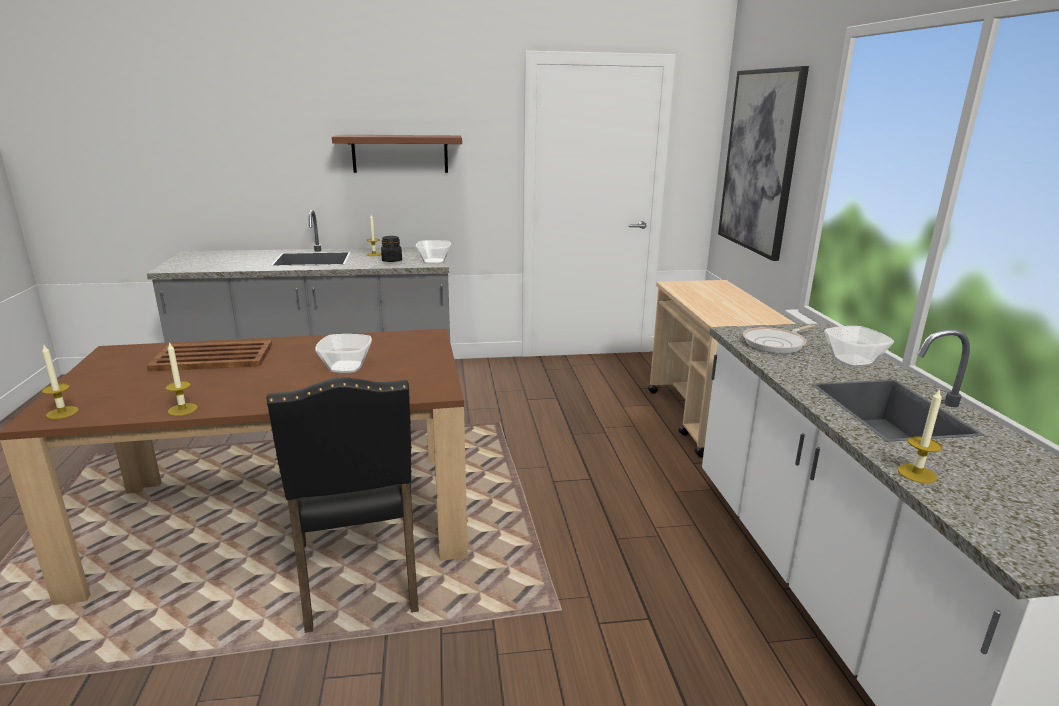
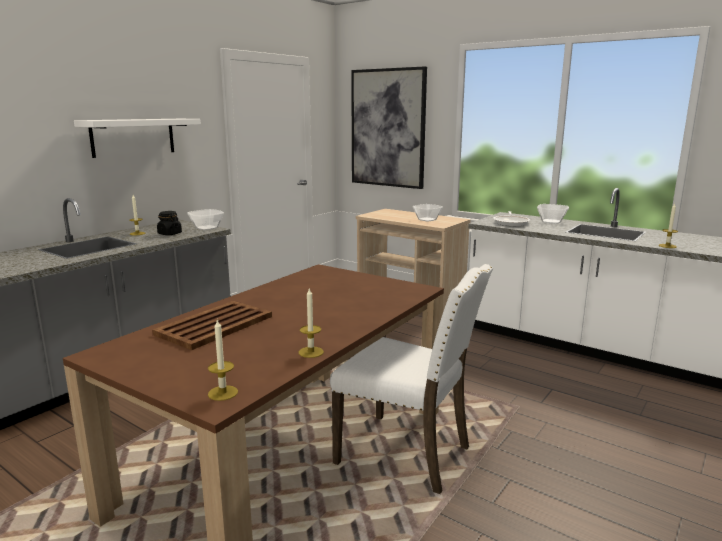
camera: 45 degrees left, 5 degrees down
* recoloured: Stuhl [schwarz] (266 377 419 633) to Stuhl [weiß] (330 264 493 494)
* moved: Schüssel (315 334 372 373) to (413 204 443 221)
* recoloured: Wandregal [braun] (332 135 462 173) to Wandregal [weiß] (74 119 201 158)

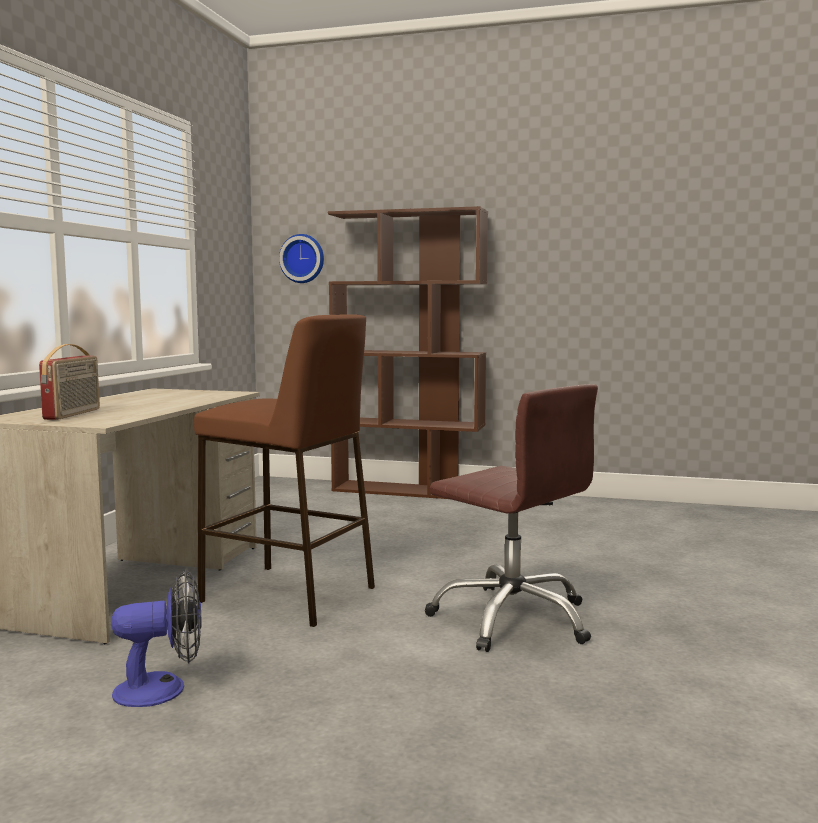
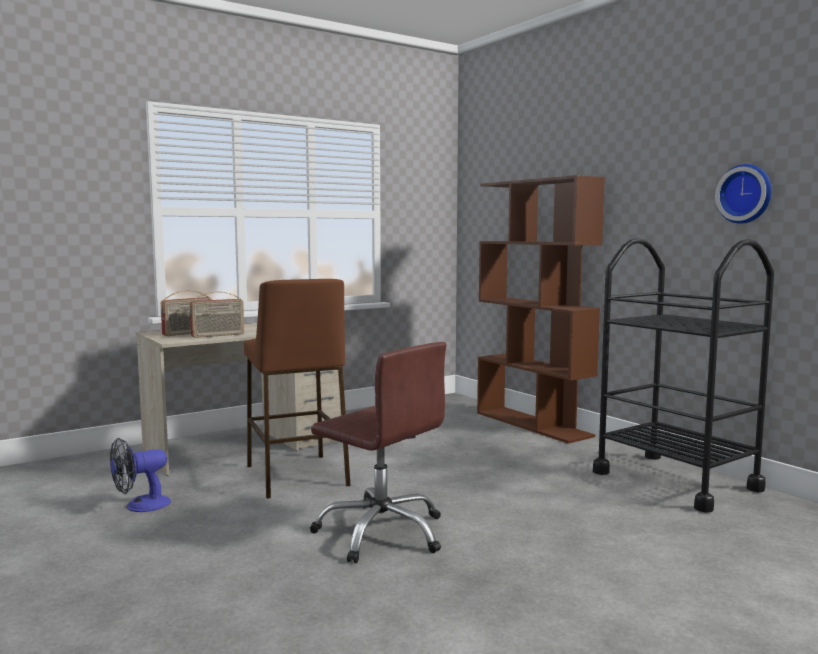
camera: 40 degrees right, 0 degrees up
* turned: Ventilator (111 570 202 707) = (110 438 171 512) 120 degrees clockwise
* moved: Wanduhr (279 234 324 283) to (715 164 772 224)
* turned: Bürostuhl [braun] (425 384 598 652) = (310 342 447 563) 45 degrees counterclockwise
* added: Radio (189 291 244 338)
* added: Rollwagen [schwarz] (593 238 774 513)

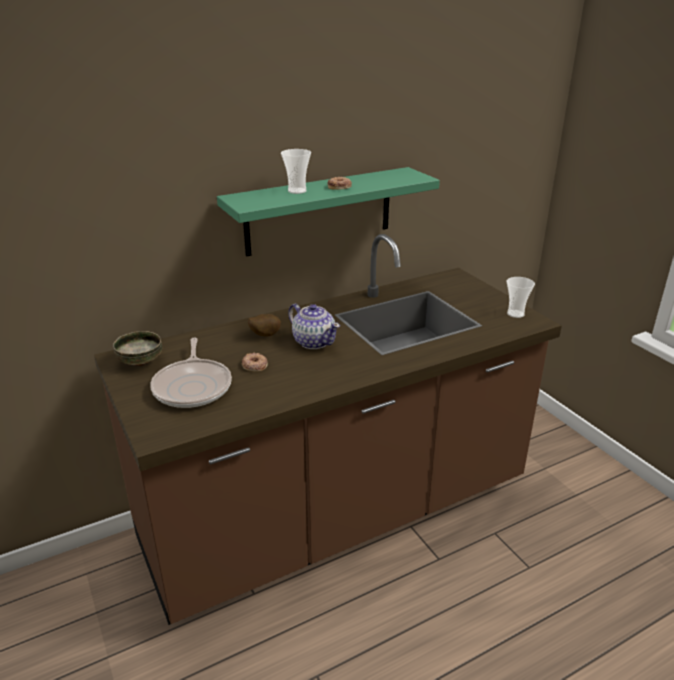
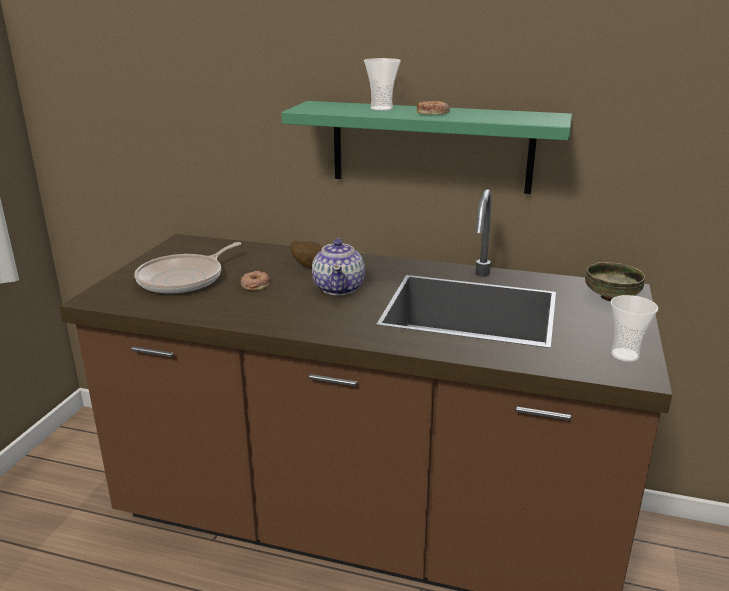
camera: 45 degrees right, 5 degrees down
* moved: Schüssel (113 331 162 366) to (585 262 645 301)

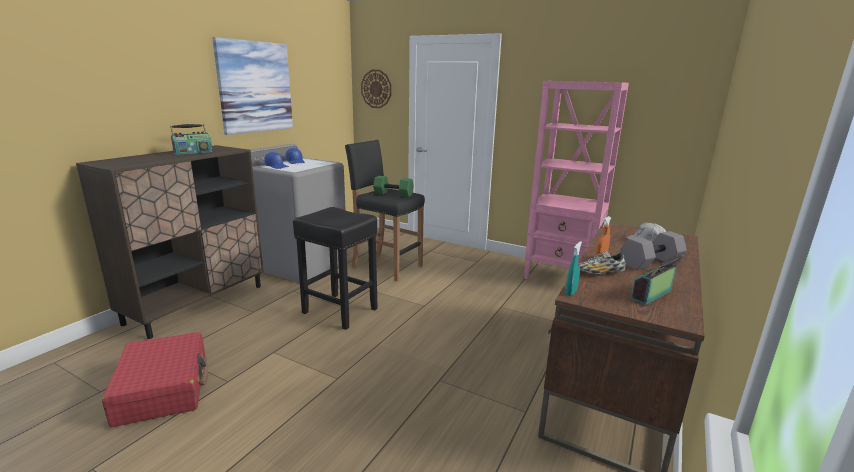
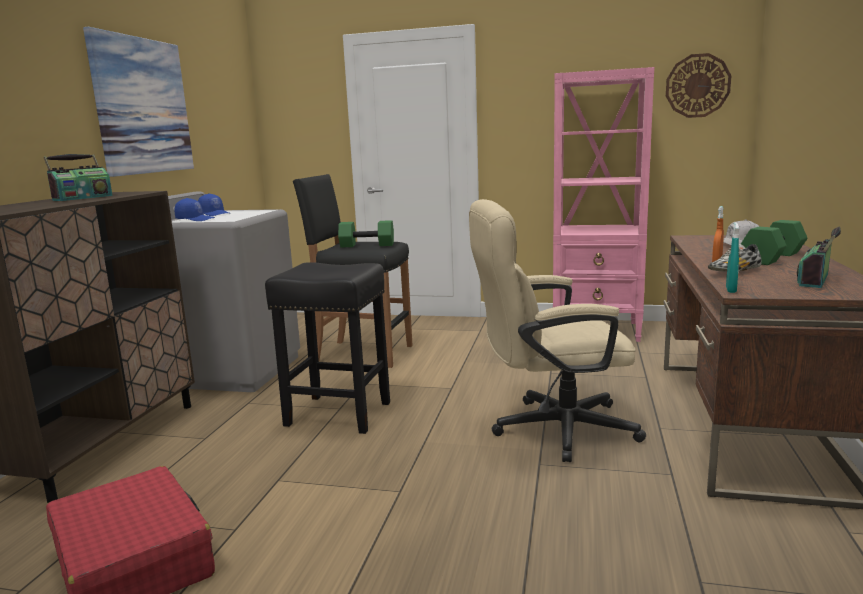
camera: 15 degrees left, 5 degrees down
* moved: Wanduhr (361 70 392 108) to (666 53 732 118)
* recoloured: Hantel [grau] (620 231 687 270) to Hantel [grün] (741 220 807 265)
* added: Bürostuhl [beige] (469 199 646 462)

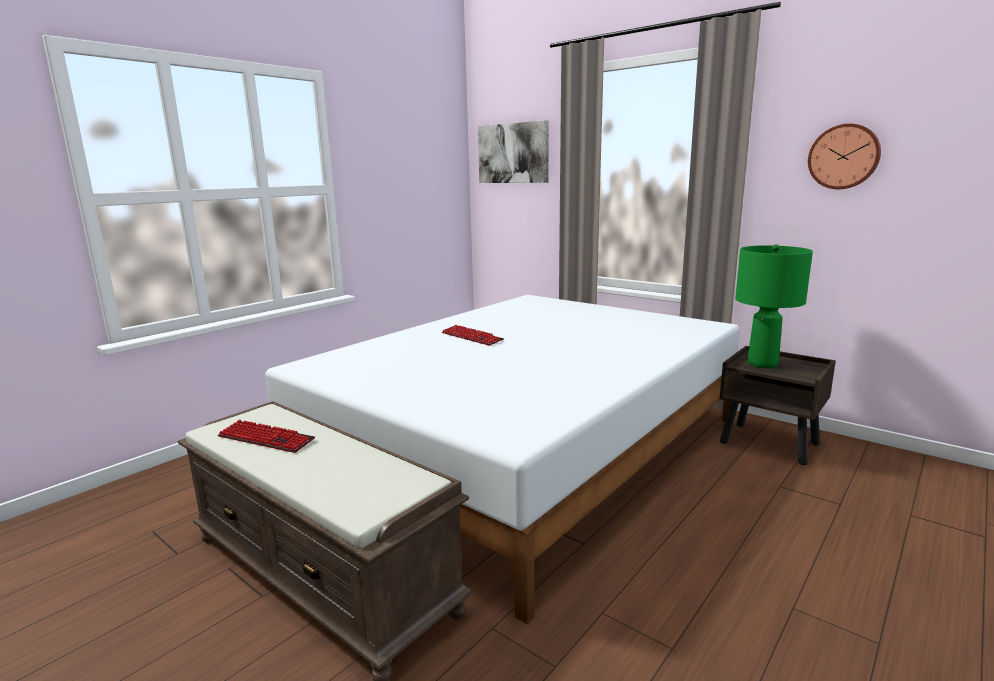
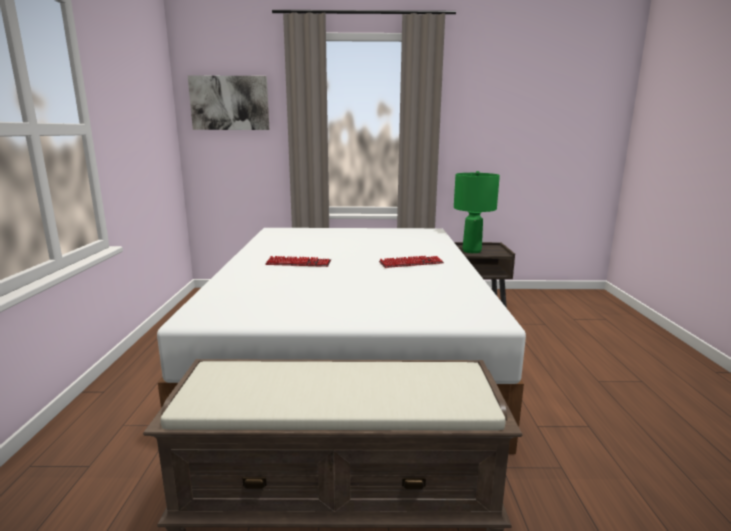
camera: 40 degrees left, 0 degrees up
* moved: Tastatur (218 420 315 453) to (379 256 444 268)
* removed: Wanduhr (808 123 881 189)

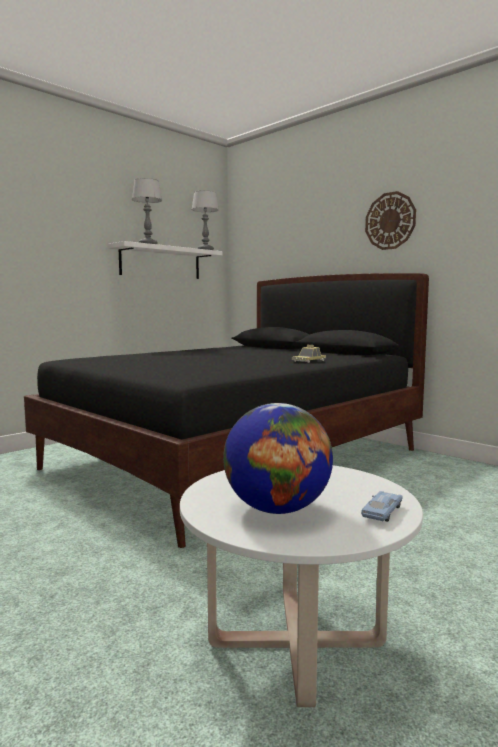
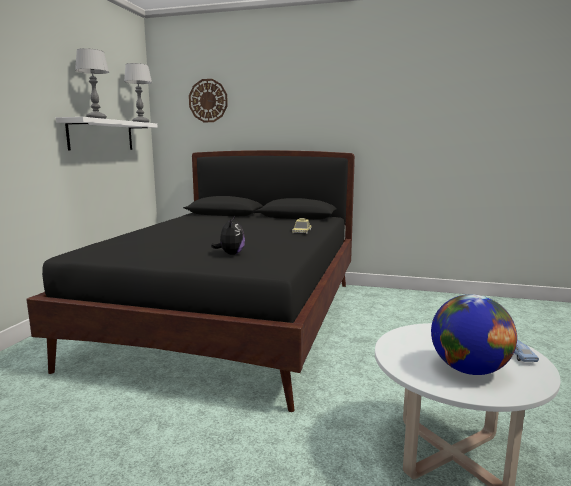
camera: 30 degrees left, 5 degrees up
* moved: Wanduhr (365 191 416 250) to (189 79 228 122)
* added: Plüschtier (211 216 245 255)

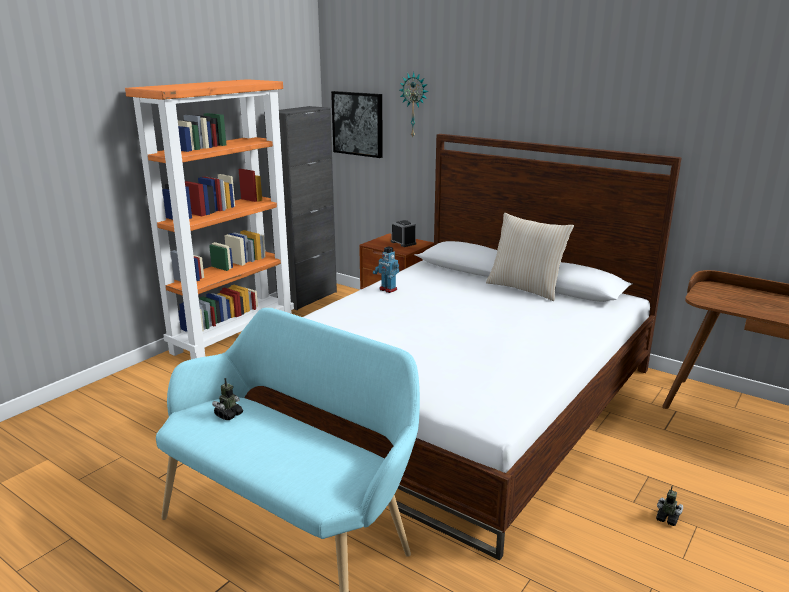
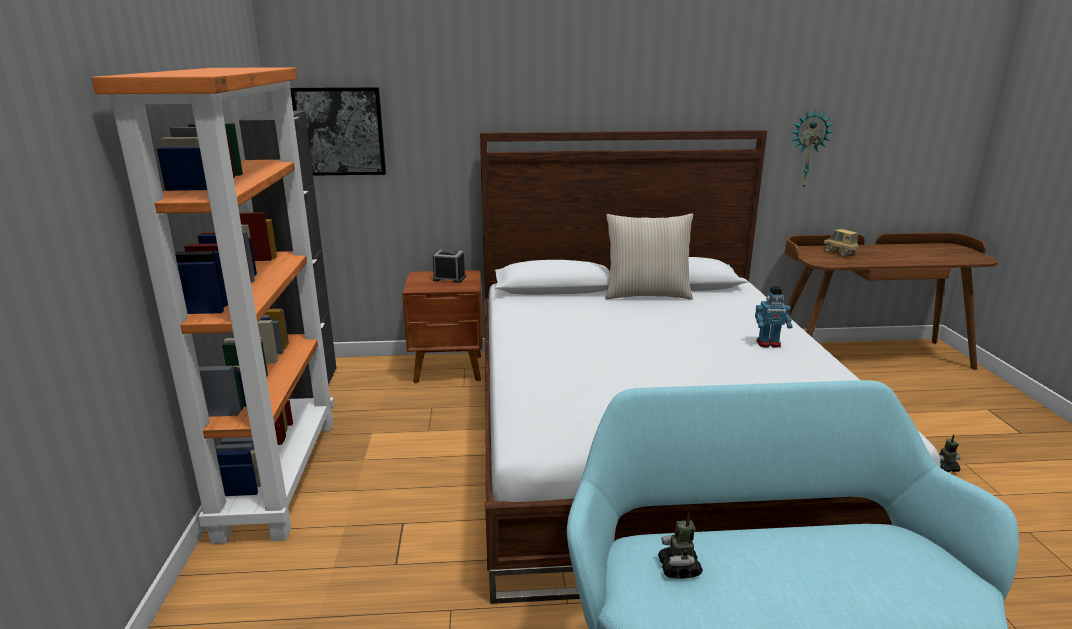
camera: 40 degrees left, 0 degrees up
* moved: Spielzeugroboter (373 246 399 293) to (755 286 792 348)
* moved: Wanduhr (400 72 428 137) to (791 109 833 188)
* added: Spielzeuglaster (824 229 859 257)

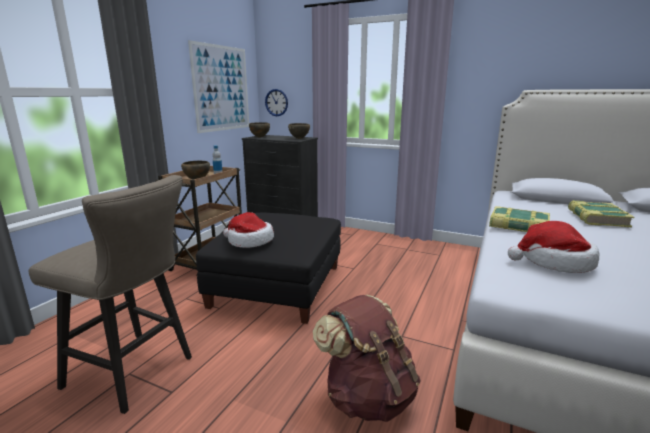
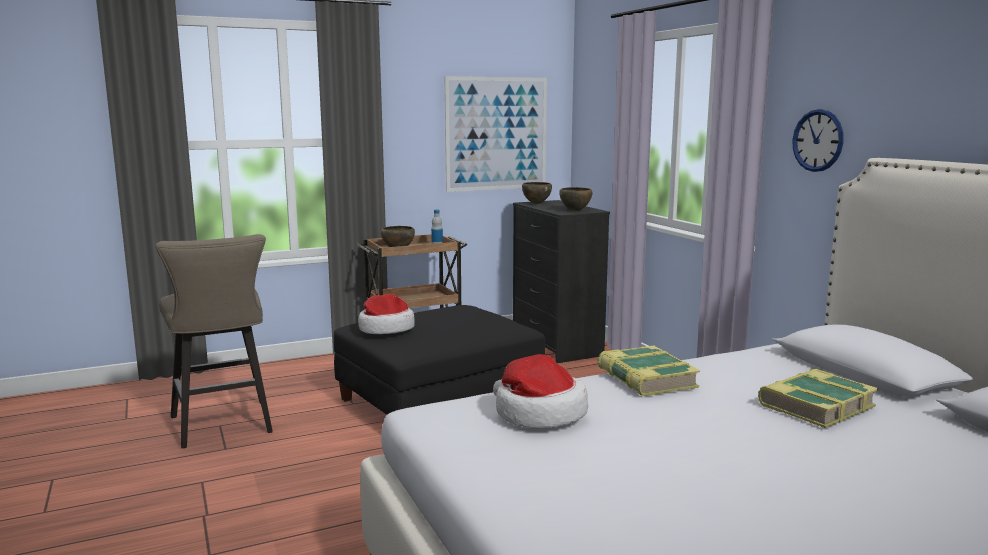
camera: 40 degrees right, 5 degrees down
* moved: Wanduhr (265 89 288 116) to (792 109 844 172)
* removed: Rucksack [braun] (313 295 421 422)

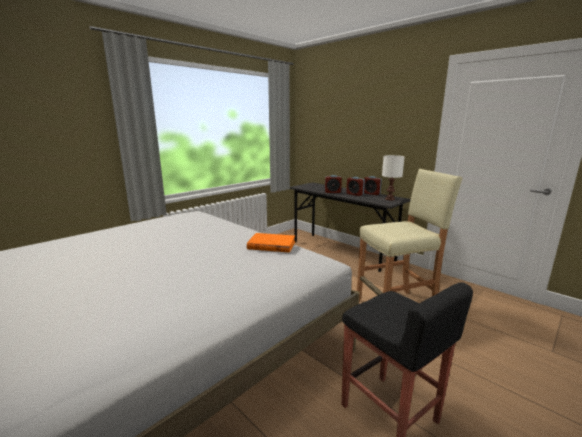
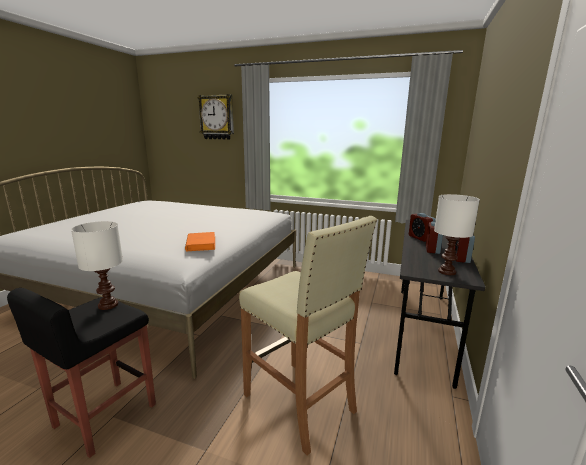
camera: 65 degrees right, 0 degrees up
* added: Tischlampe [weiß] (71 221 123 310)
* added: Wanduhr (197 94 234 140)

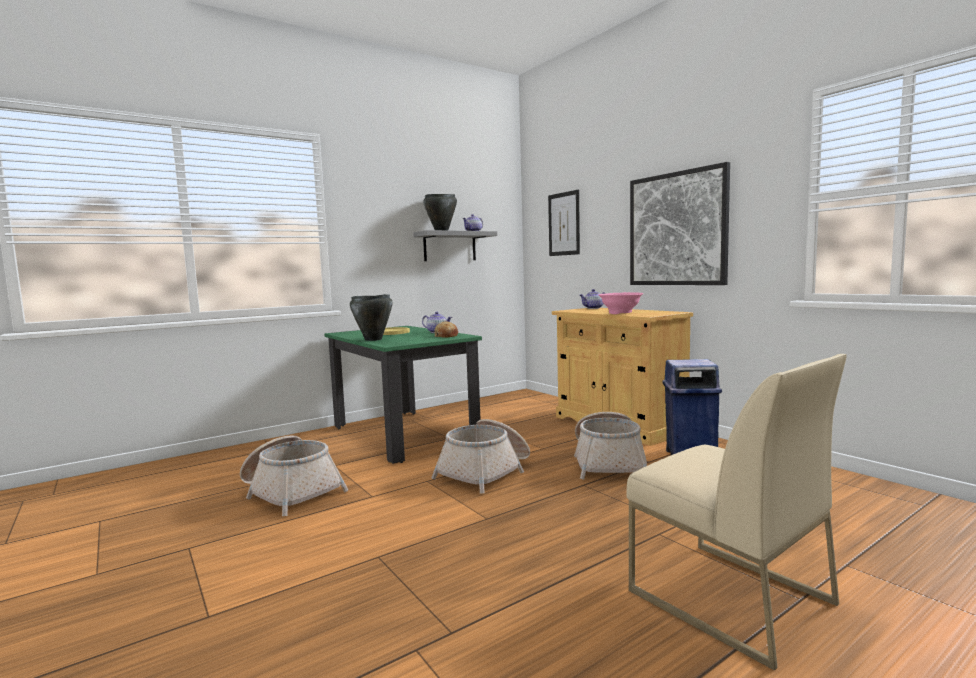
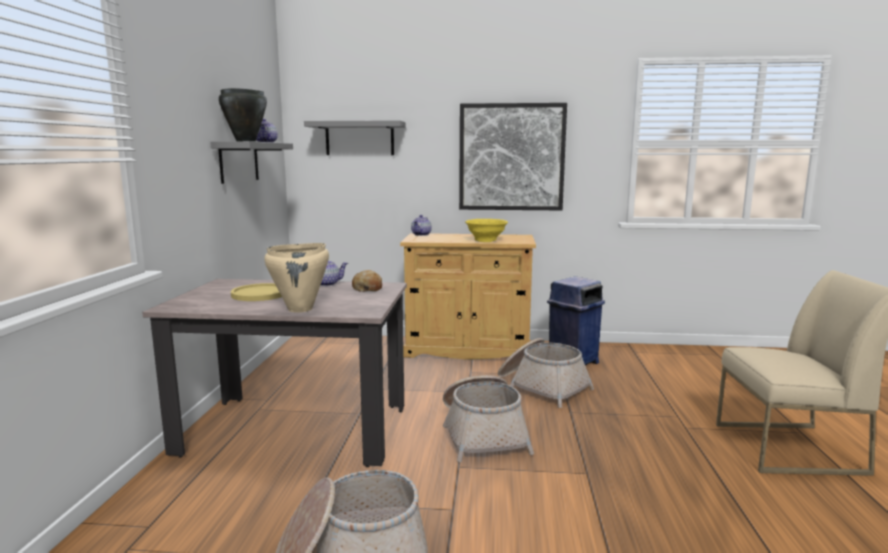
camera: 50 degrees left, 5 degrees up
* recoloured: Esstisch [grün] (324 326 482 464) to Esstisch [beige] (142 279 407 467)
* recoloured: Kochtopf [schwarz] (350 294 393 341) to Kochtopf [beige] (264 243 329 312)
* replaced: Bild (548 190 580 256) to Wandregal [grau] (304 120 406 155)
* recoloured: Schüssel [rosa] (598 292 643 314) to Schüssel [gelb] (465 219 508 242)

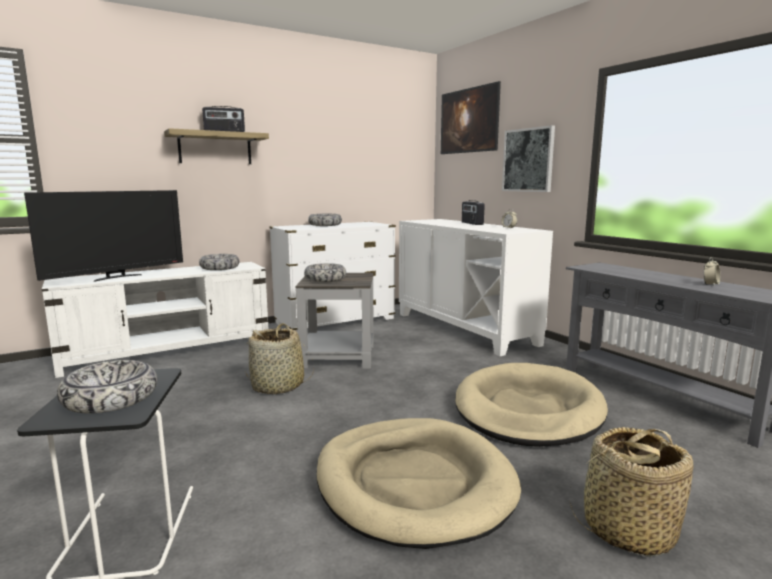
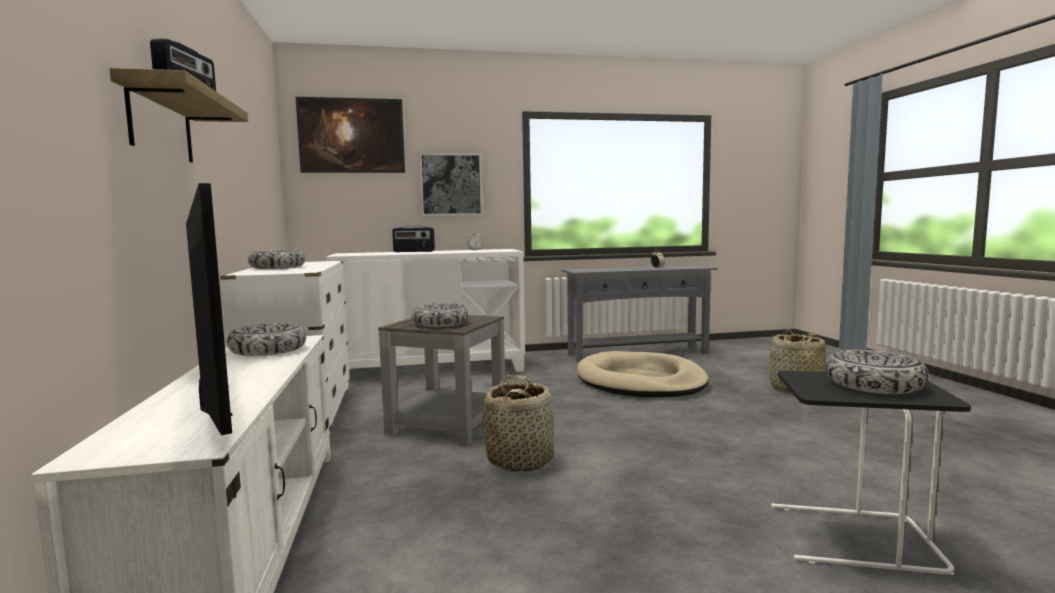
camera: 70 degrees left, 5 degrees down
* removed: Hundebett [beige] (316 418 521 549)

